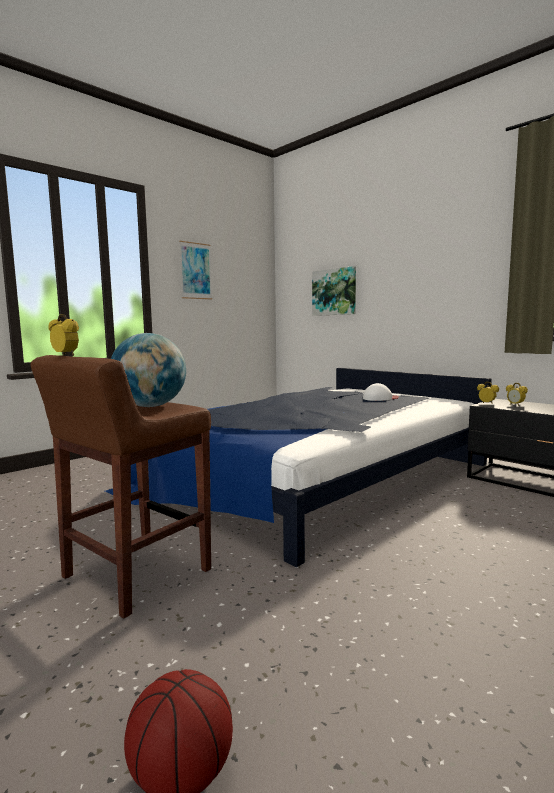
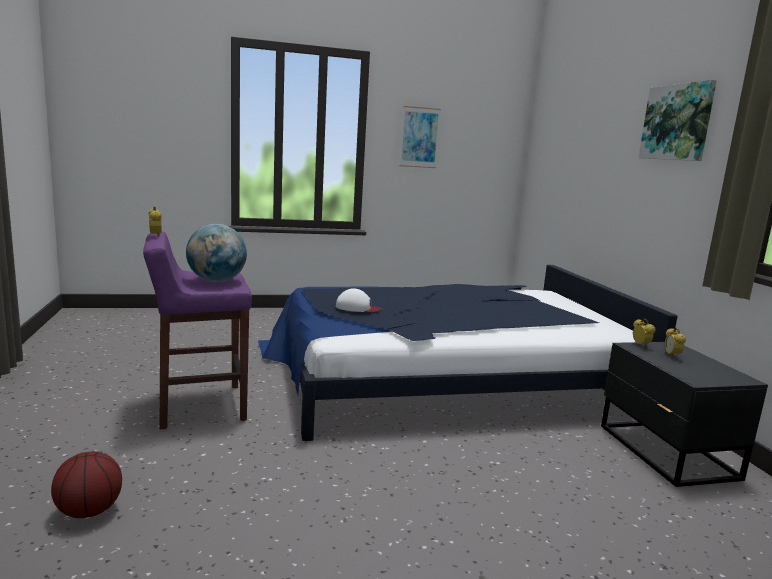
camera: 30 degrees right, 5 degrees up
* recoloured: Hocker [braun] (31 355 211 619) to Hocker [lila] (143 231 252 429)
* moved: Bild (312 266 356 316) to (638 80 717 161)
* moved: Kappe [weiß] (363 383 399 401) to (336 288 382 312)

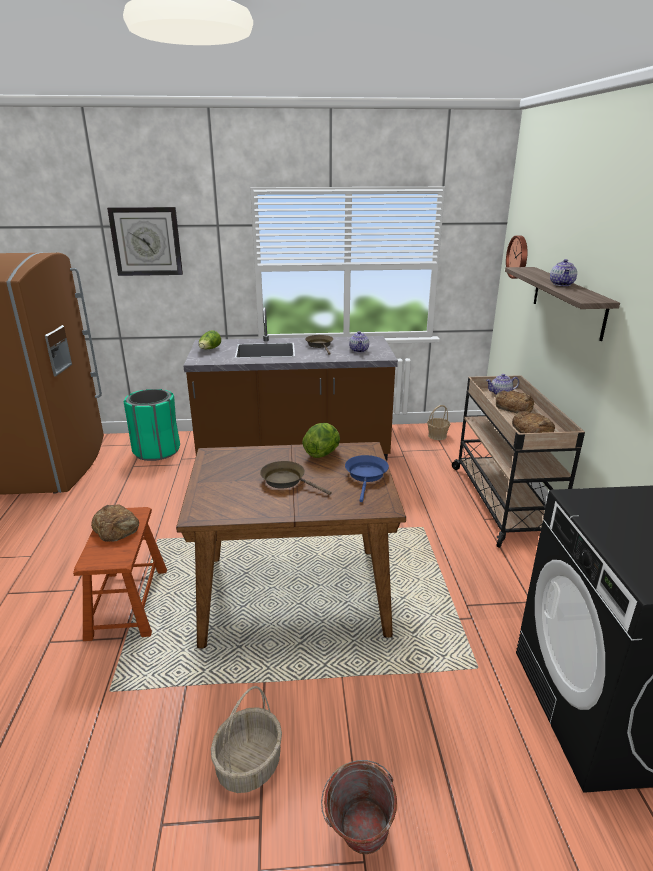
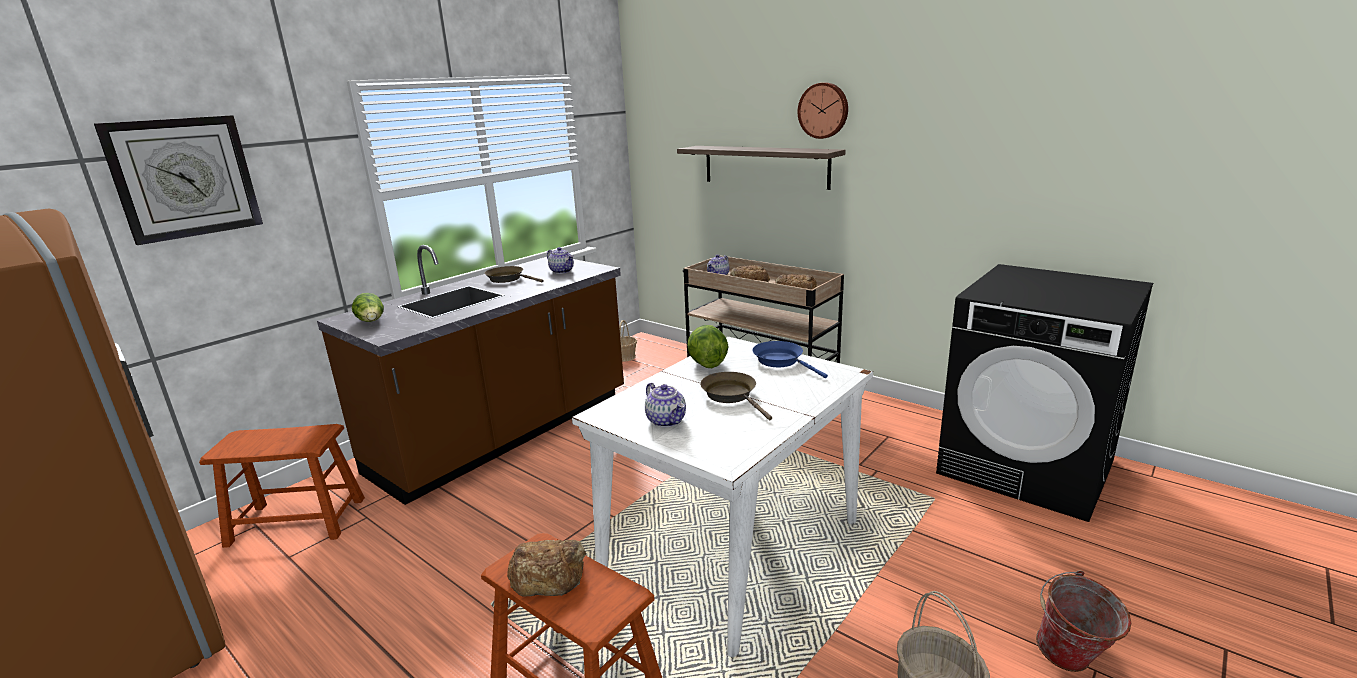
camera: 45 degrees left, 5 degrees down
* replaced: Mülleimer [grün] (124 389 180 461) to Hocker [braun] (199 424 365 548)
* recoloured: Esstisch [braun] (176 442 406 649) to Esstisch [weiß] (572 337 873 658)
* turned: Pfanne [braun] (260 461 332 495) = (700 372 772 420) 75 degrees clockwise
* moved: Wanduhr (506 235 527 279) to (798 83 848 139)
* moved: Teekanne (550 259 577 286) to (645 383 686 427)

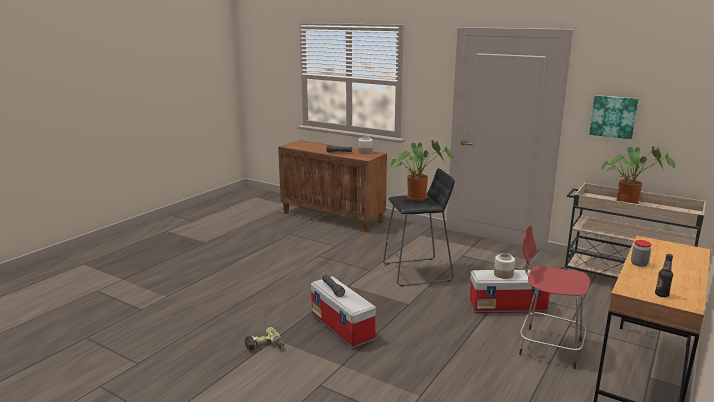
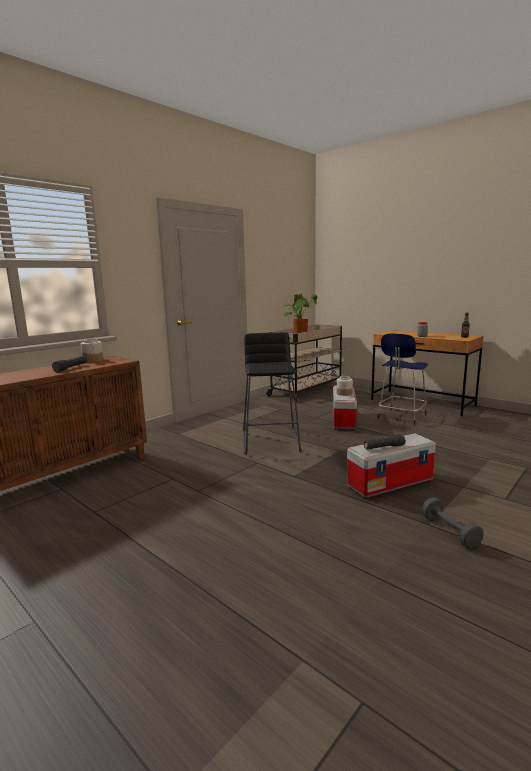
camera: 80 degrees left, 5 degrees down
* replaced: Bohrmaschine (244 327 284 351) to Hantel [grau] (422 497 483 548)
* removed: Topfpflanze (390 140 454 201)
* recoloured: Hocker [rot] (519 225 590 369) to Hocker [blau] (377 334 428 425)
* removed: Bild (589 95 638 139)

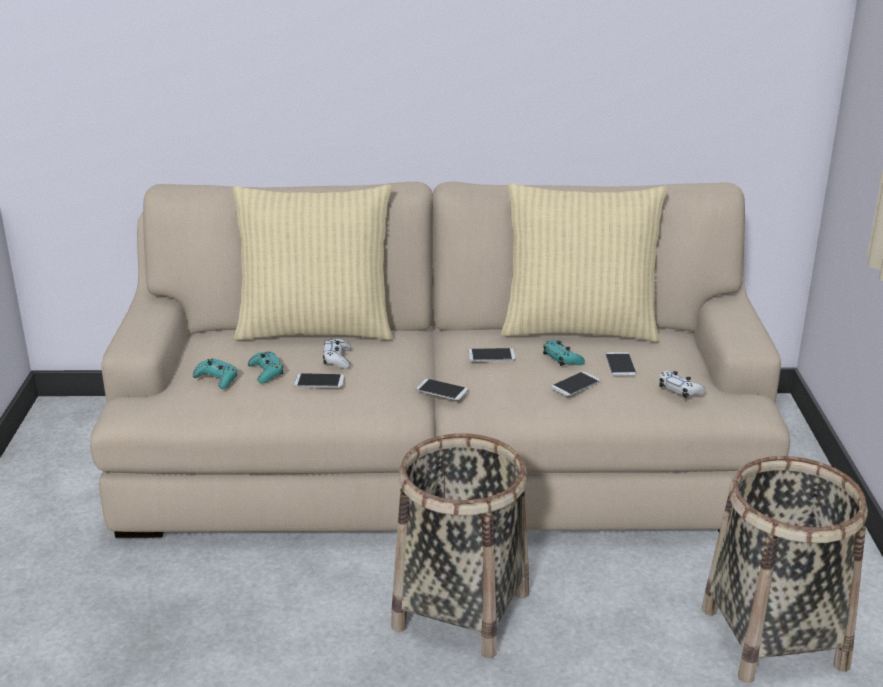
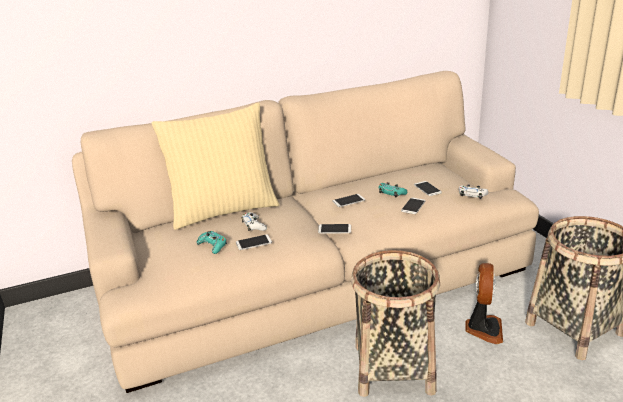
camera: 20 degrees left, 0 degrees up
* removed: Gamepad [türkis] (193 359 237 389)
* removed: Kissen [beige] (501 183 667 342)
* added: Ventilator (465 263 503 344)

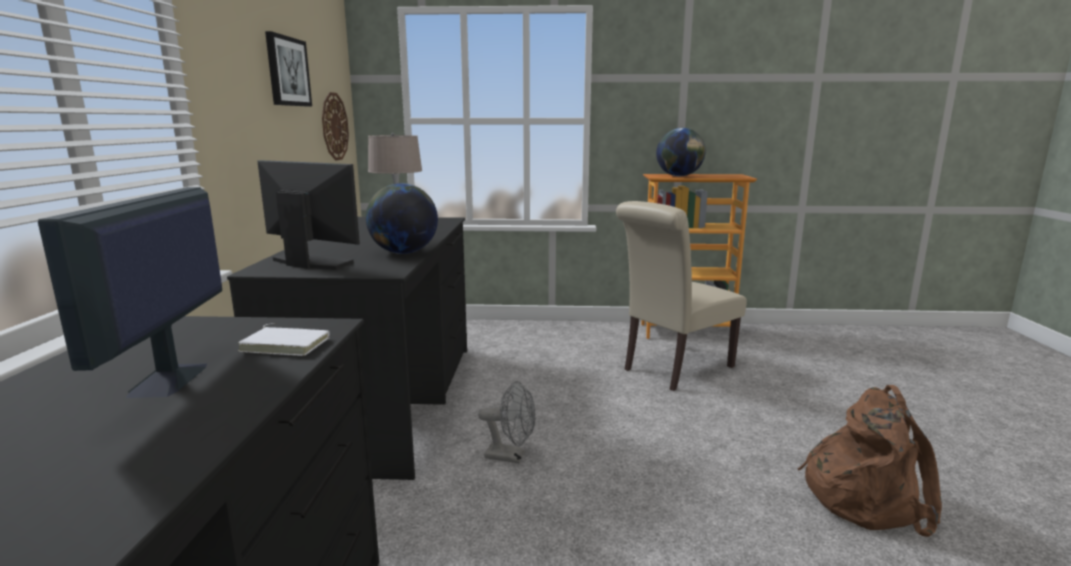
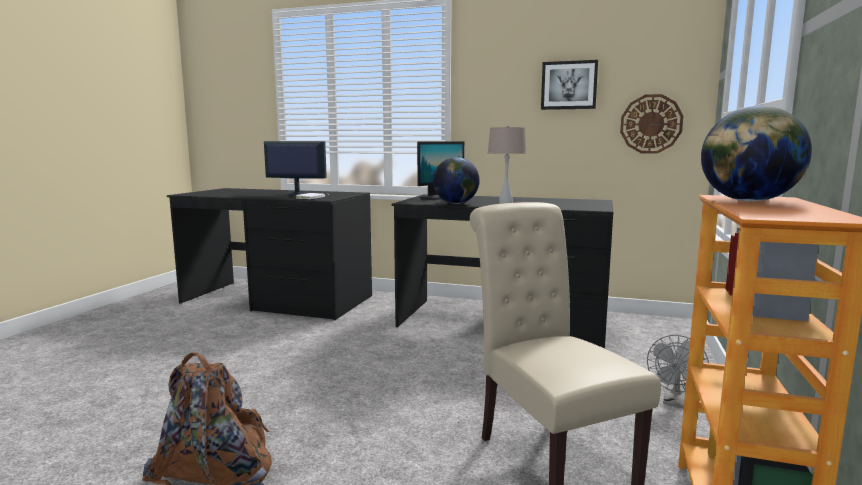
camera: 105 degrees right, 5 degrees down
* moved: Ventilator [grau] (478 381 536 463) to (647 335 709 408)

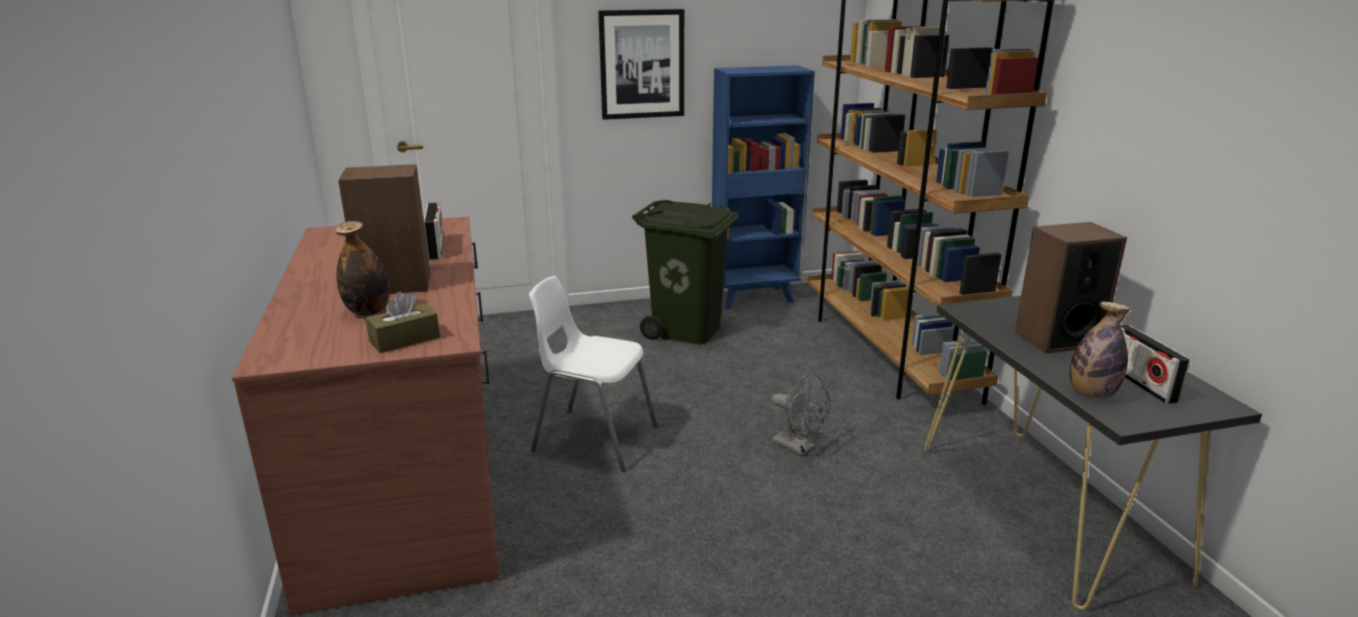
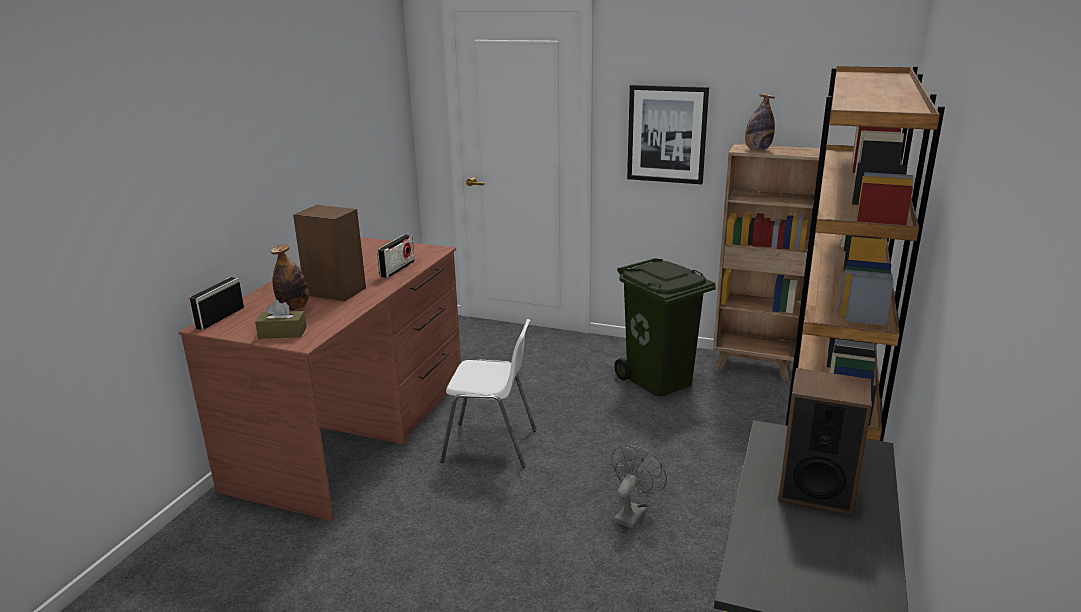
camera: 35 degrees right, 0 degrees up
* turned: Stuhl [weiß] (529 276 658 472) = (440 319 537 468) 135 degrees clockwise
* recoloured: Bücherregal [blau] (712 65 815 310) to Bücherregal [braun] (713 144 820 381)
* turned: Ventilator [grau] (771 374 830 456) = (611 445 667 528) 135 degrees counterclockwise
* moved: Flasche (1069 302 1130 399) to (745 94 775 151)
* moved: Radio (1120 325 1191 404) to (188 277 244 330)

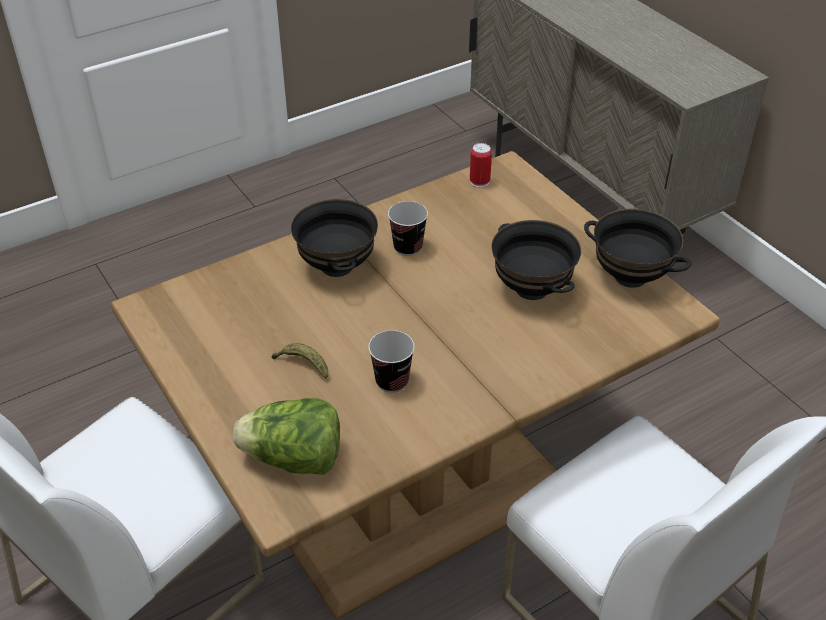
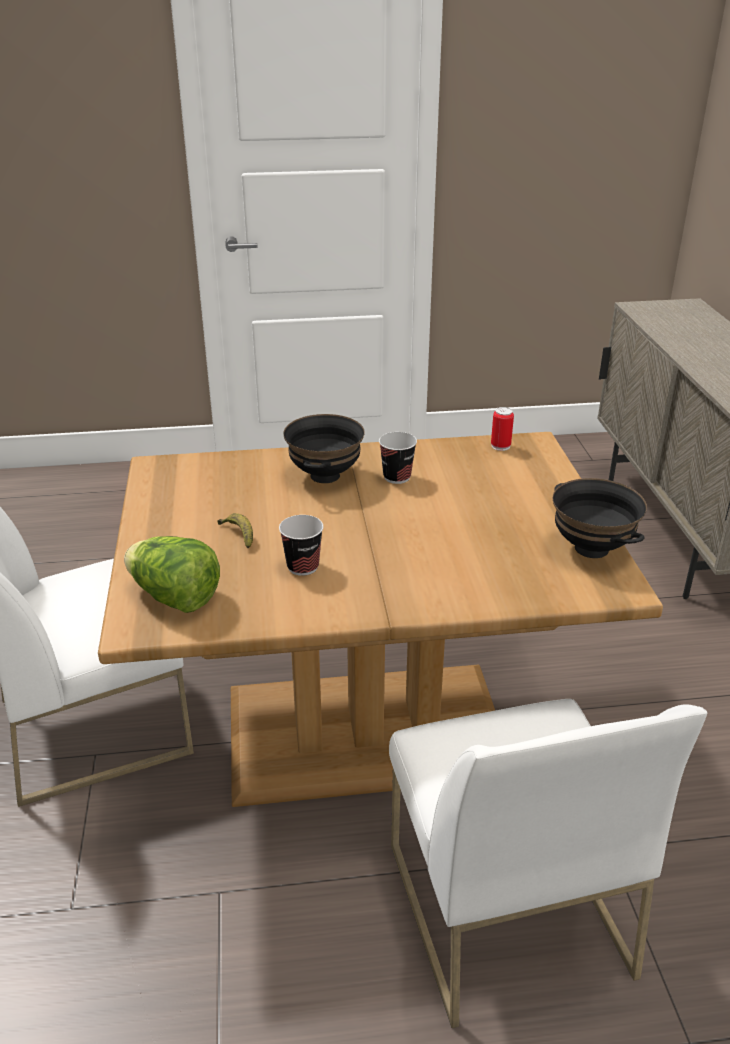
camera: 25 degrees right, 10 degrees down
* removed: Schüssel [schwarz] (491 220 581 300)

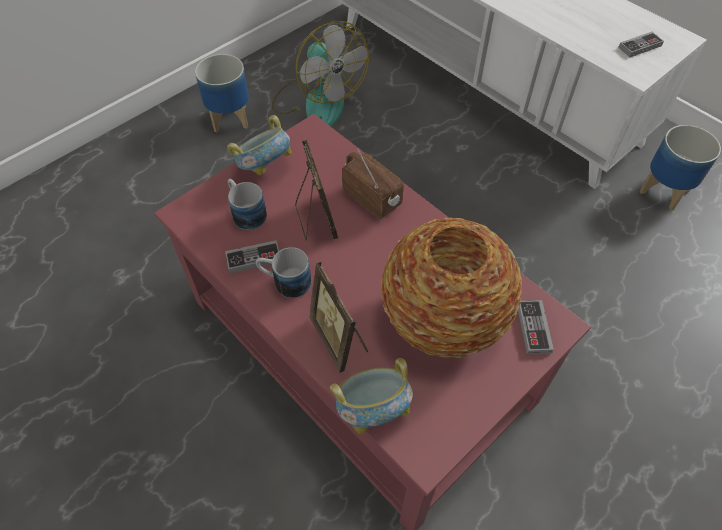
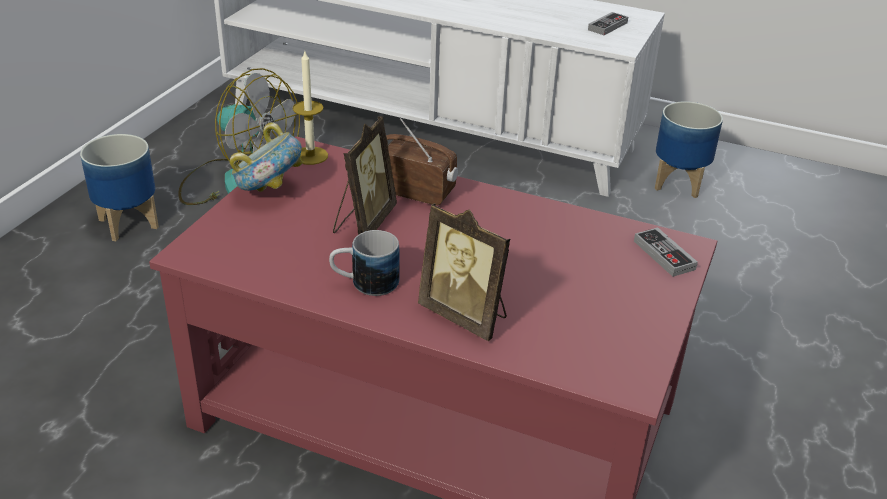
camera: 25 degrees left, 20 degrees down
* removed: Gamepad (225 240 279 274)
* removed: Henkelbecher (228 179 267 230)
* turned: Bilderrahmen (295 140 338 241) = (333 116 397 235) 60 degrees clockwise
* removed: Schüssel (330 358 413 434)
* removed: Vase (381 218 522 358)
* added: Kerze (293 51 328 165)

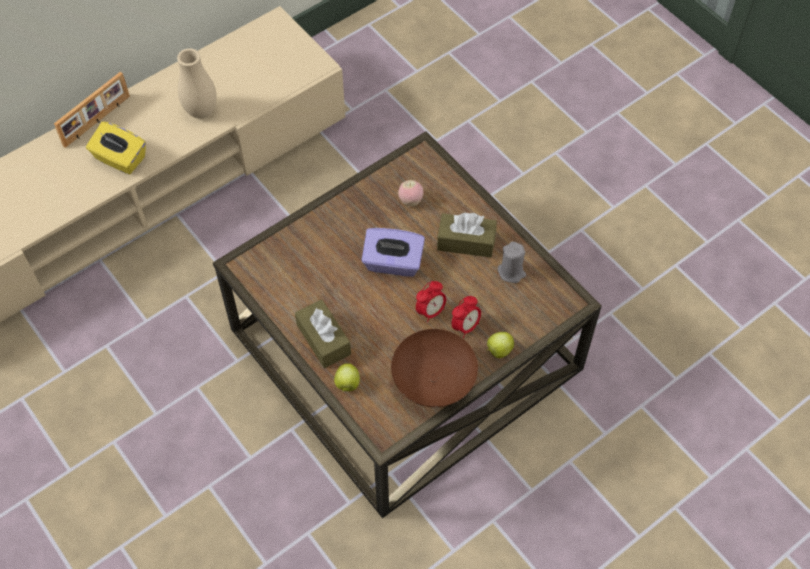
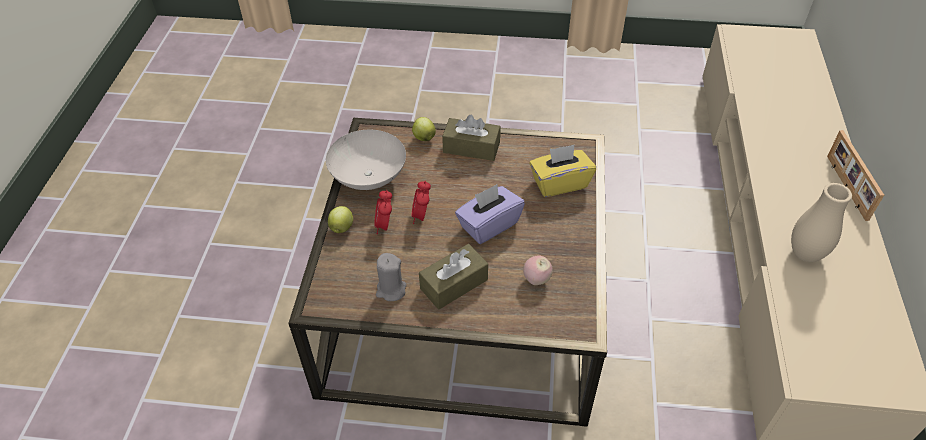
camera: 135 degrees right, 10 degrees down
* moved: Taschentuchbox [gelb] (86 121 146 175) to (529 145 596 197)
* recoloured: Schüssel [braun] (391 329 478 407) to Schüssel [weiß] (326 130 406 190)

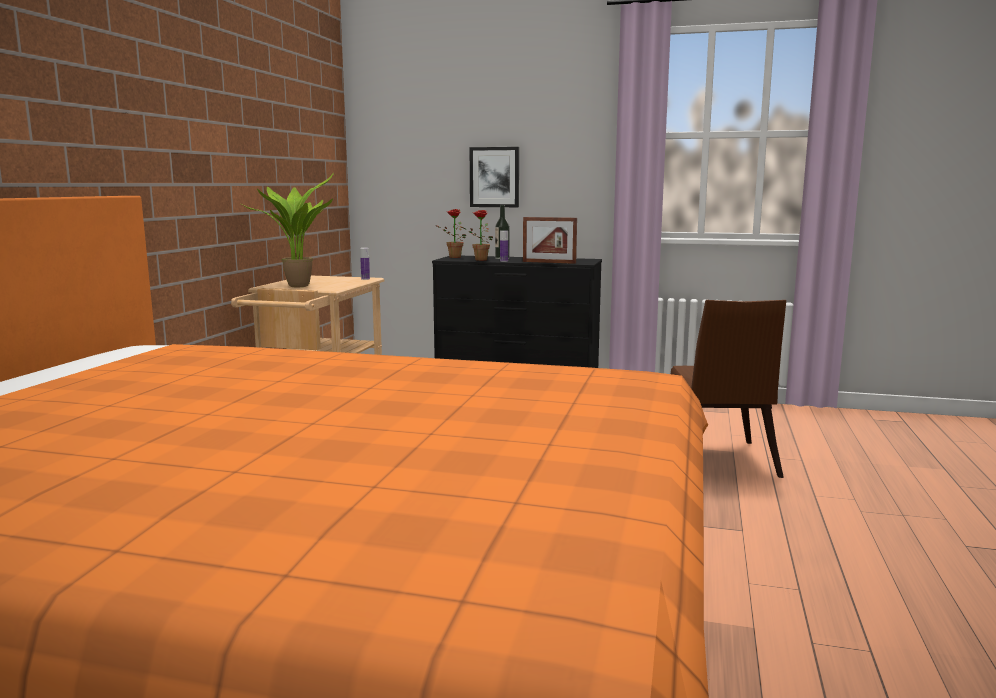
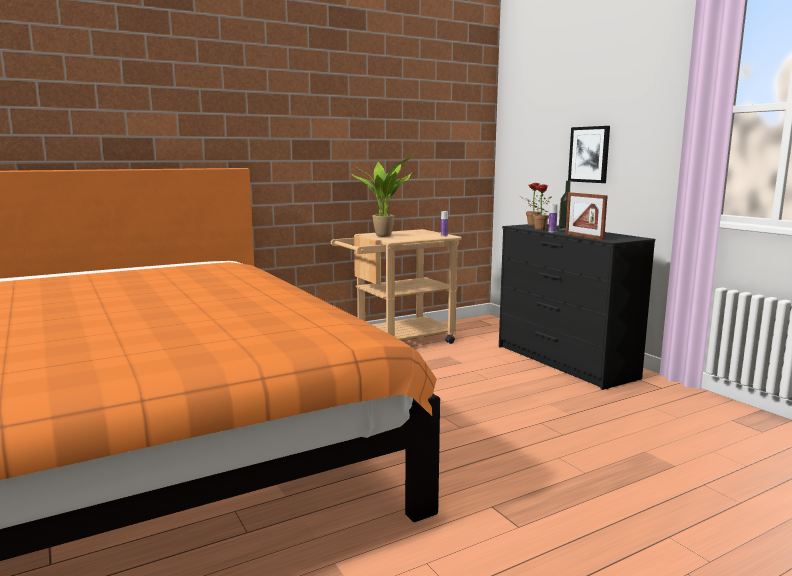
camera: 45 degrees right, 0 degrees up
* removed: Stuhl [braun] (671 300 786 478)

